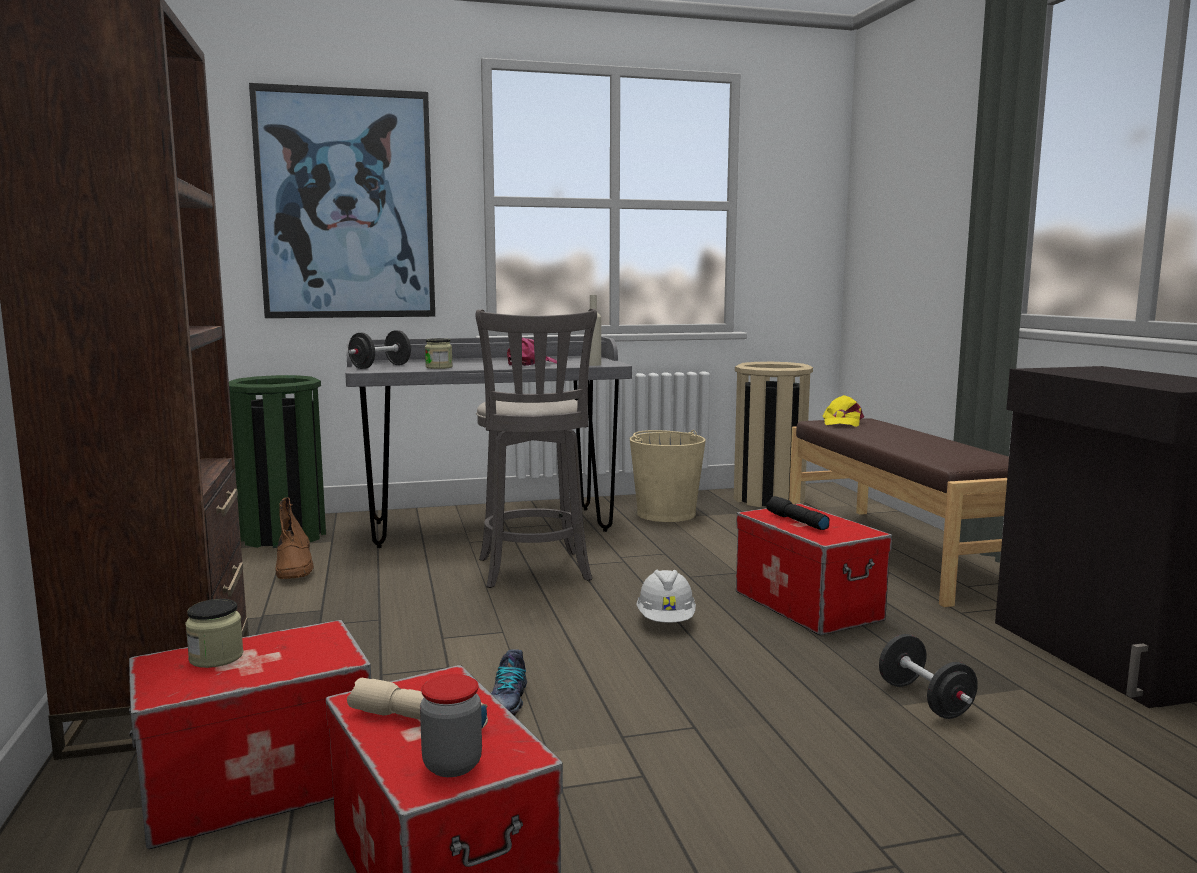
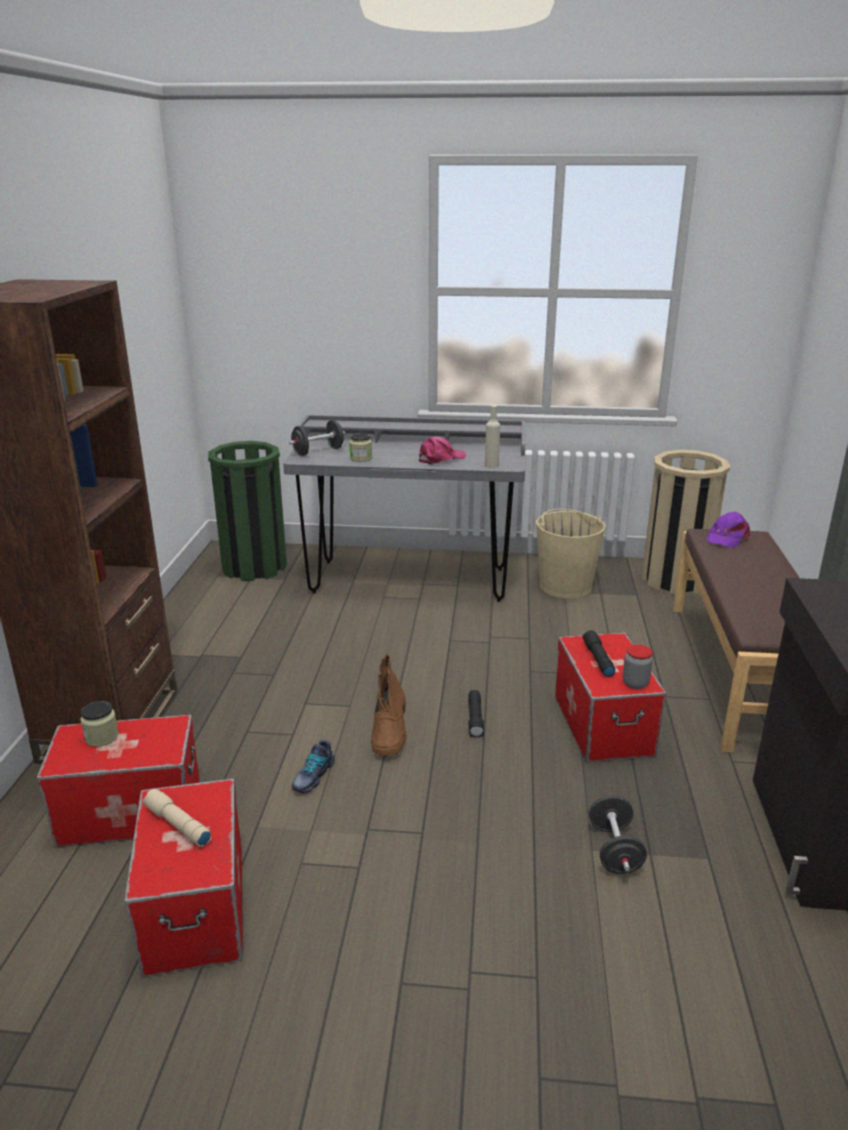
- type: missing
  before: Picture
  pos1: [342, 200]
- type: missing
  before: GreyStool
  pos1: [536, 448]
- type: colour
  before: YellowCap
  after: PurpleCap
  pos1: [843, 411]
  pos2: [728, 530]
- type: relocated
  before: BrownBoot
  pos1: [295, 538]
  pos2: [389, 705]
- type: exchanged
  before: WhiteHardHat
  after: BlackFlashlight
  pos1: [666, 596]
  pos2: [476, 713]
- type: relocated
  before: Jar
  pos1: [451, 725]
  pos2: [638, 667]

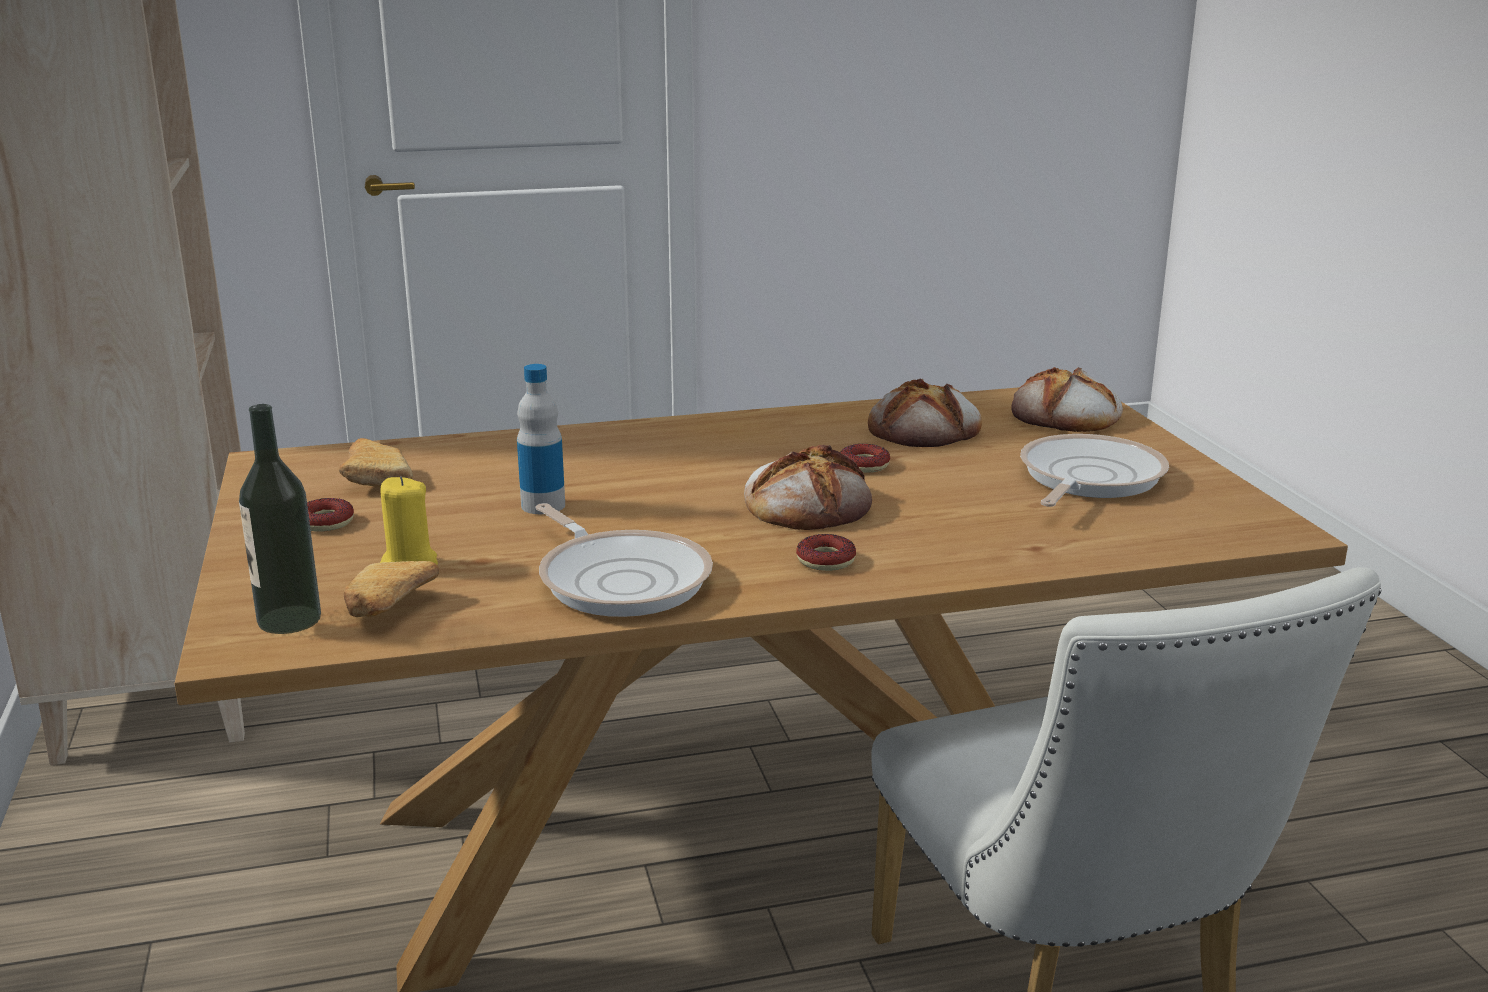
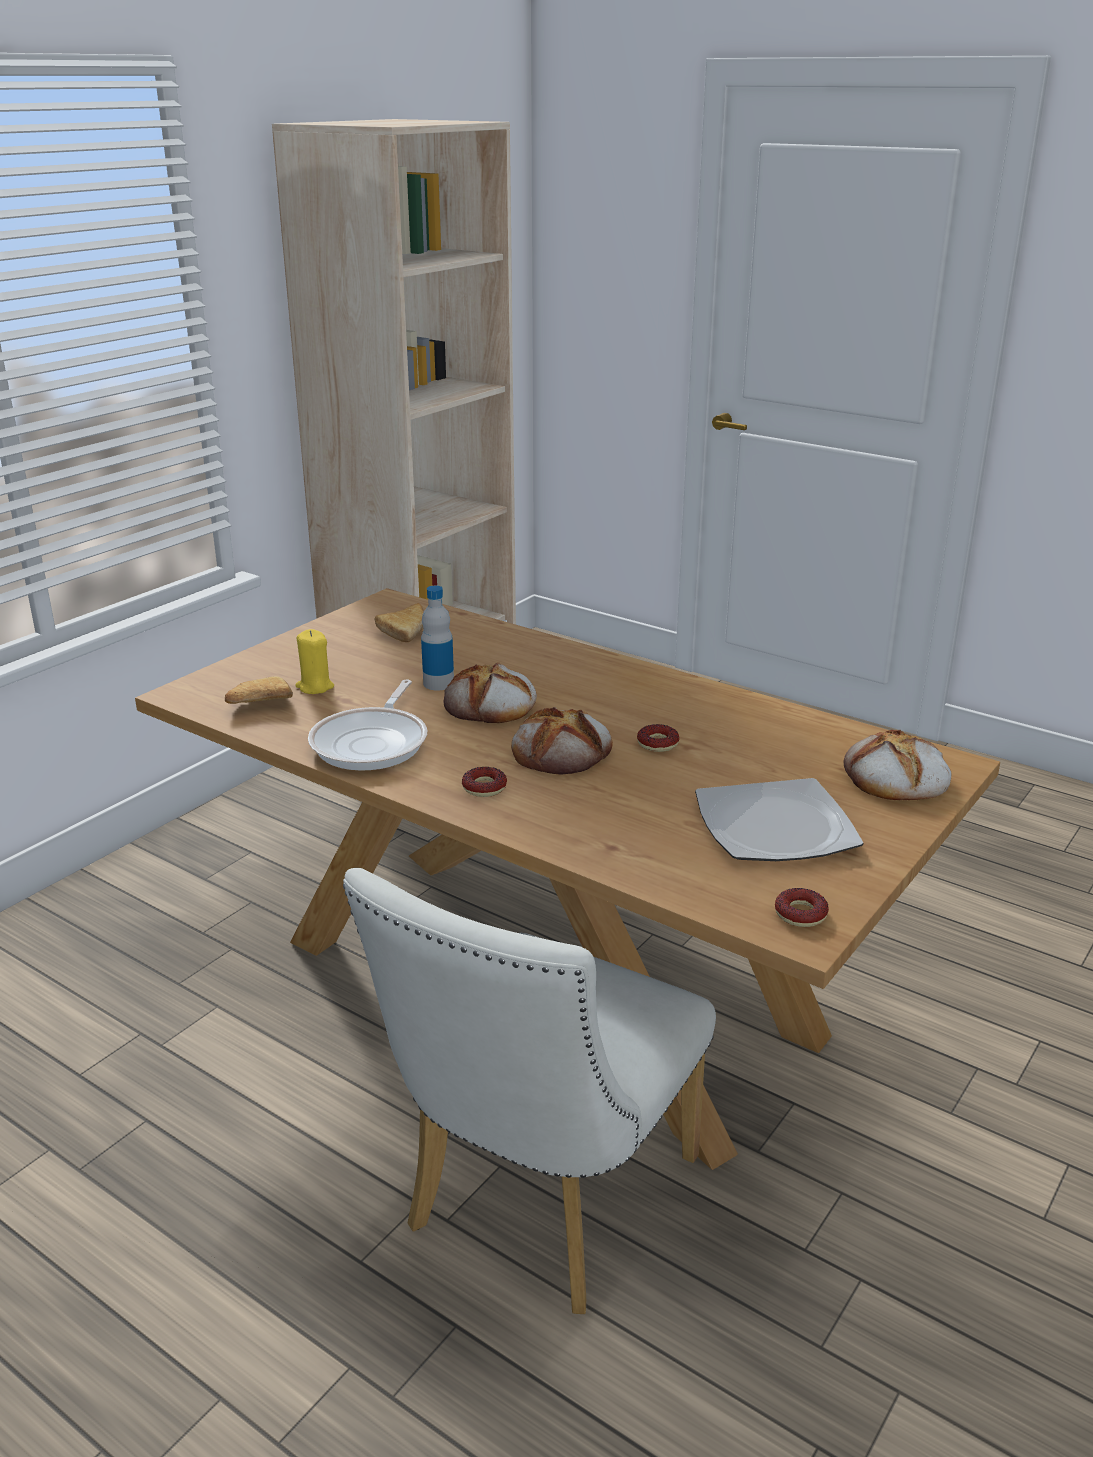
- type: relocated
  before: Bread
  pos1: [925, 412]
  pos2: [490, 693]
- type: missing
  before: Bottle
  pos1: [280, 519]
- type: exchanged
  before: FryingPan
  after: Plate
  pos1: [1094, 470]
  pos2: [779, 819]
- type: relocated
  before: Donut
  pos1: [330, 515]
  pos2: [802, 907]

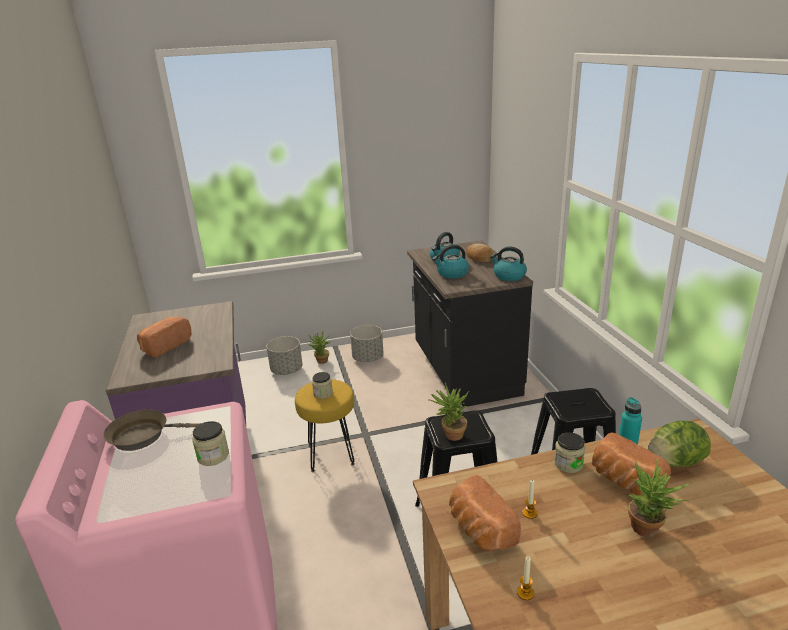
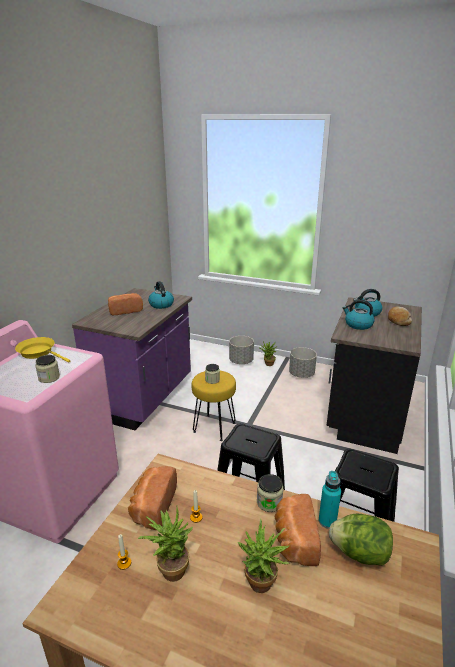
- type: relocated
  before: Kettle
  pos1: [508, 263]
  pos2: [161, 295]
- type: relocated
  before: PottedPlant
  pos1: [448, 411]
  pos2: [165, 544]
- type: colour
  before: BrownFryingPan
  after: YellowFryingPan
  pos1: [152, 430]
  pos2: [42, 349]

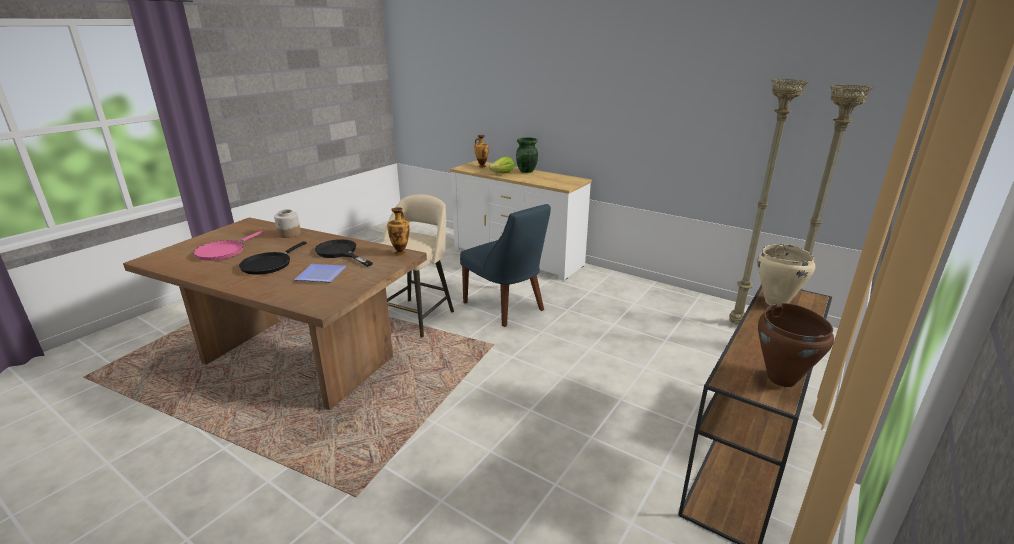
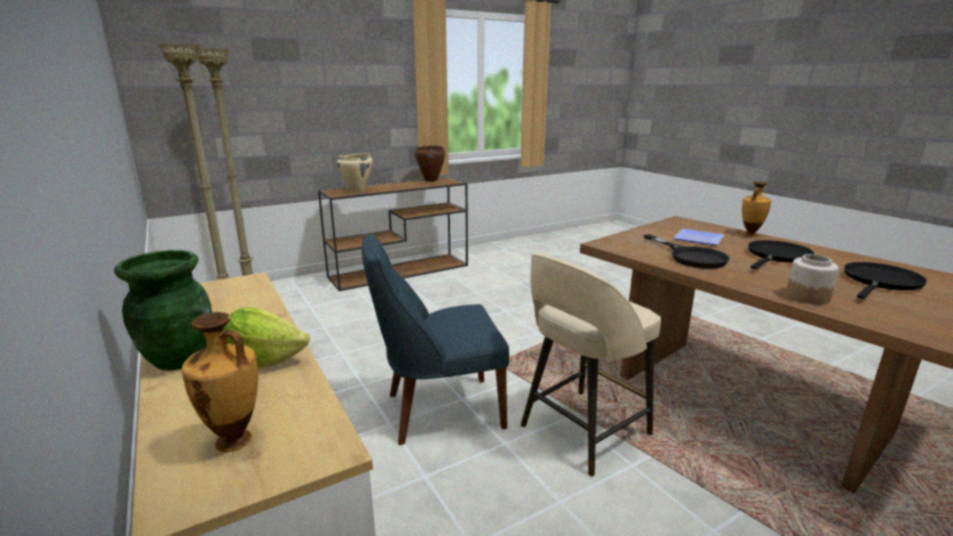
- type: spun
  before: BlueChair
  pos1: [505, 265]
  pos2: [435, 339]
  turn: -90
- type: relocated
  before: Vase
  pos1: [398, 231]
  pos2: [756, 209]
- type: colour
  before: PinkFryingPan
  after: BlackFryingPan
  pos1: [229, 246]
  pos2: [885, 280]

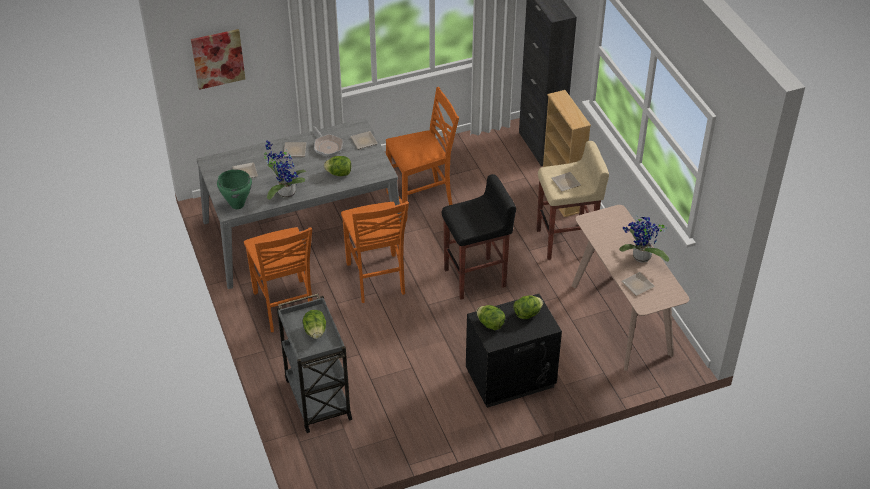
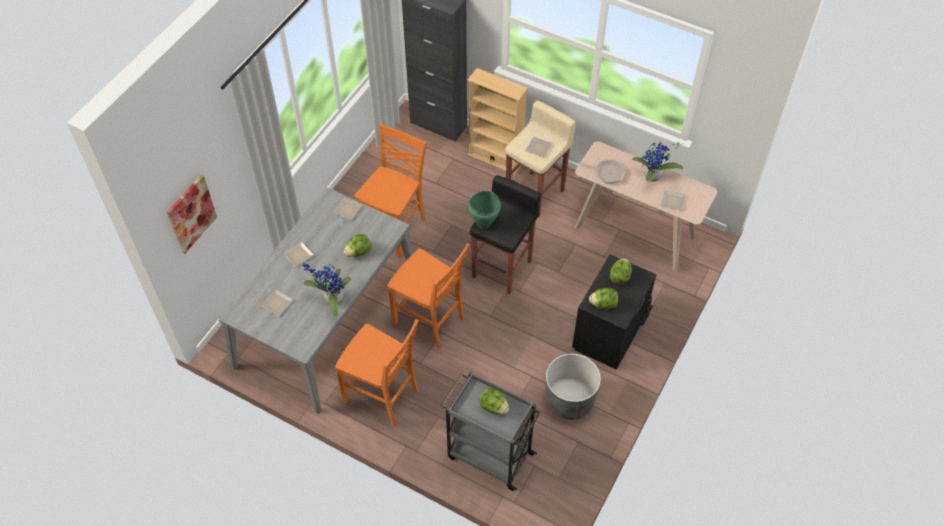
- type: relocated
  before: FryingPan
  pos1: [328, 141]
  pos2: [602, 172]
- type: relocated
  before: GreenCookingPot
  pos1: [234, 189]
  pos2: [484, 210]
- type: appeared
  after: GreyPlanter
  pos2: [573, 386]

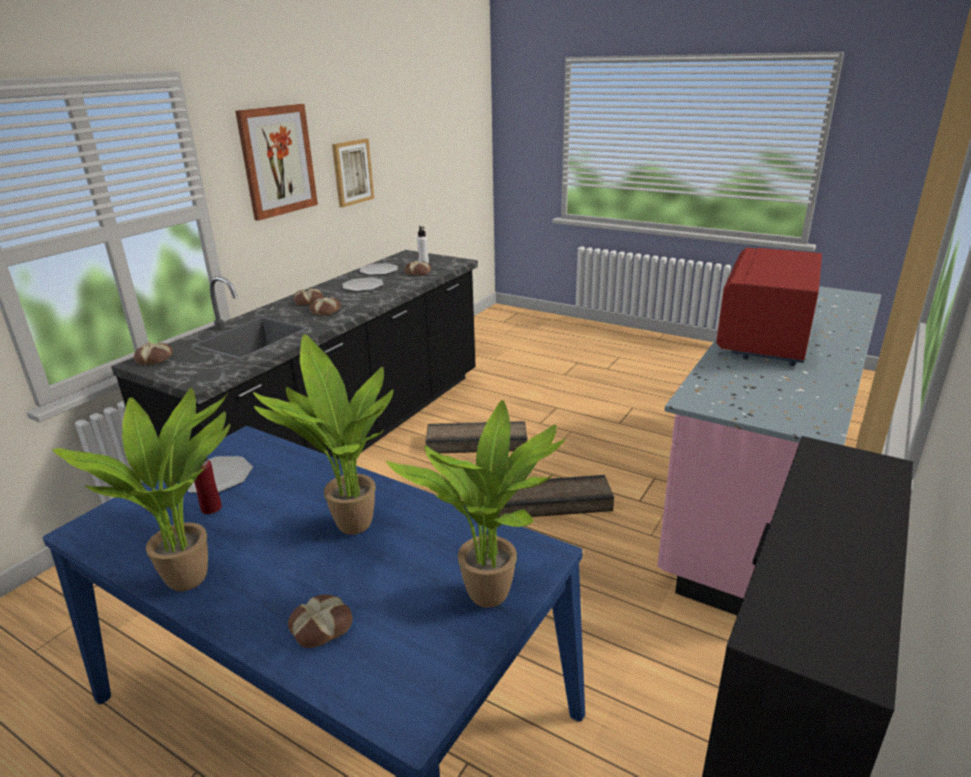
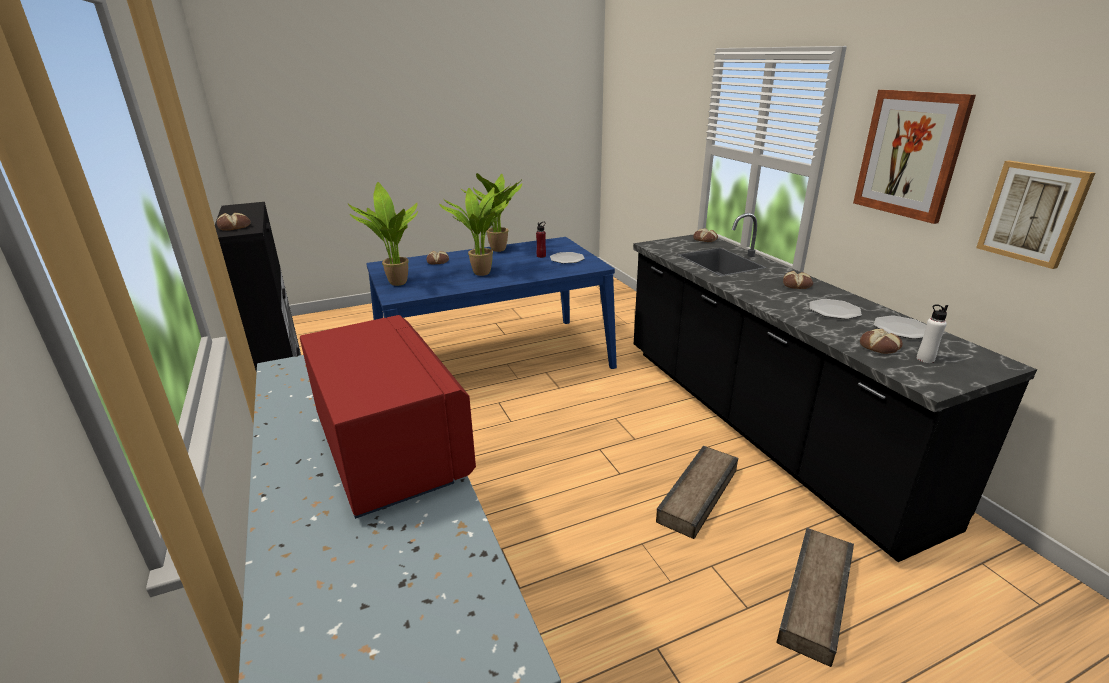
- type: relocated
  before: Bread
  pos1: [325, 306]
  pos2: [234, 222]
- type: relocated
  before: Crate
  pos1: [556, 496]
  pos2: [815, 597]

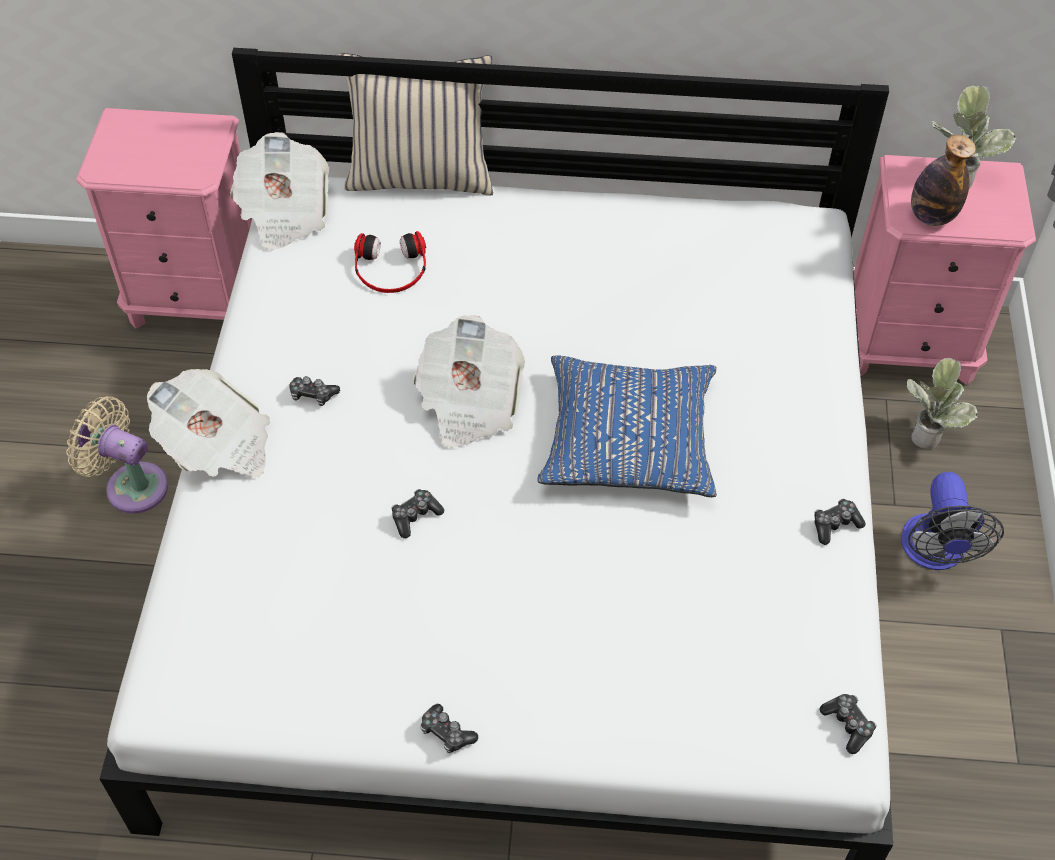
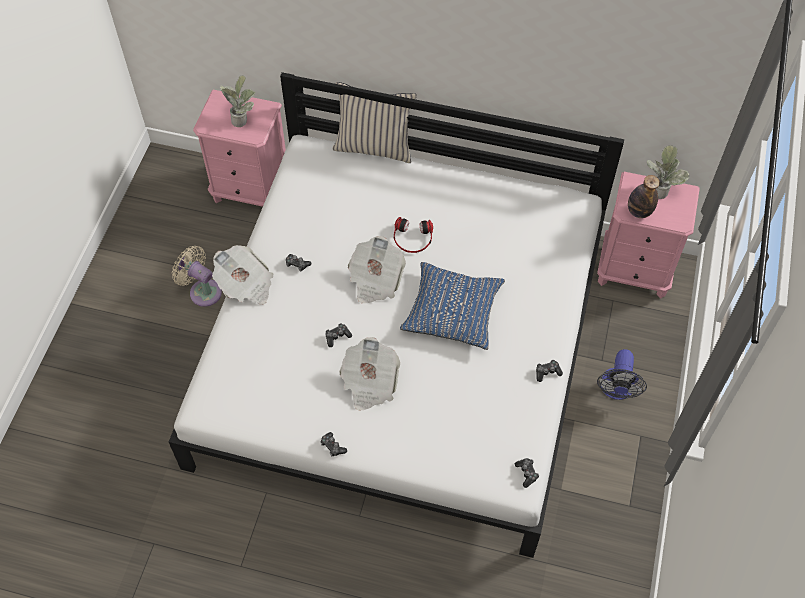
- type: relocated
  before: Newspaper
  pos1: [279, 191]
  pos2: [370, 374]
- type: relocated
  before: Headphones
  pos1: [390, 262]
  pos2: [413, 235]
- type: relocated
  before: PottedPlant
  pos1: [942, 403]
  pos2: [237, 101]

